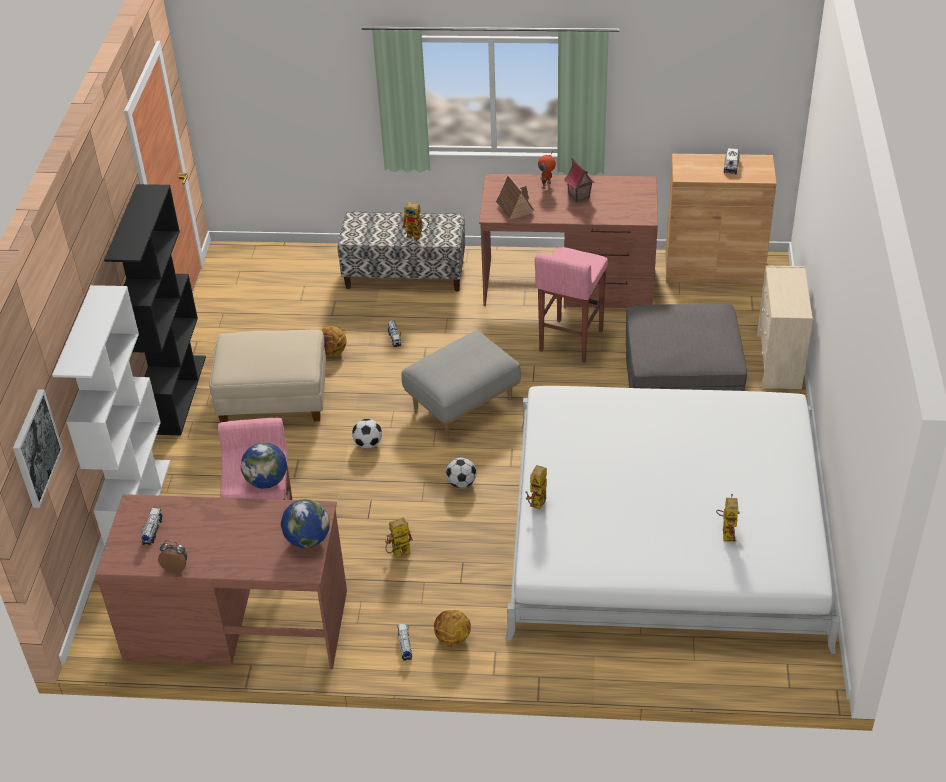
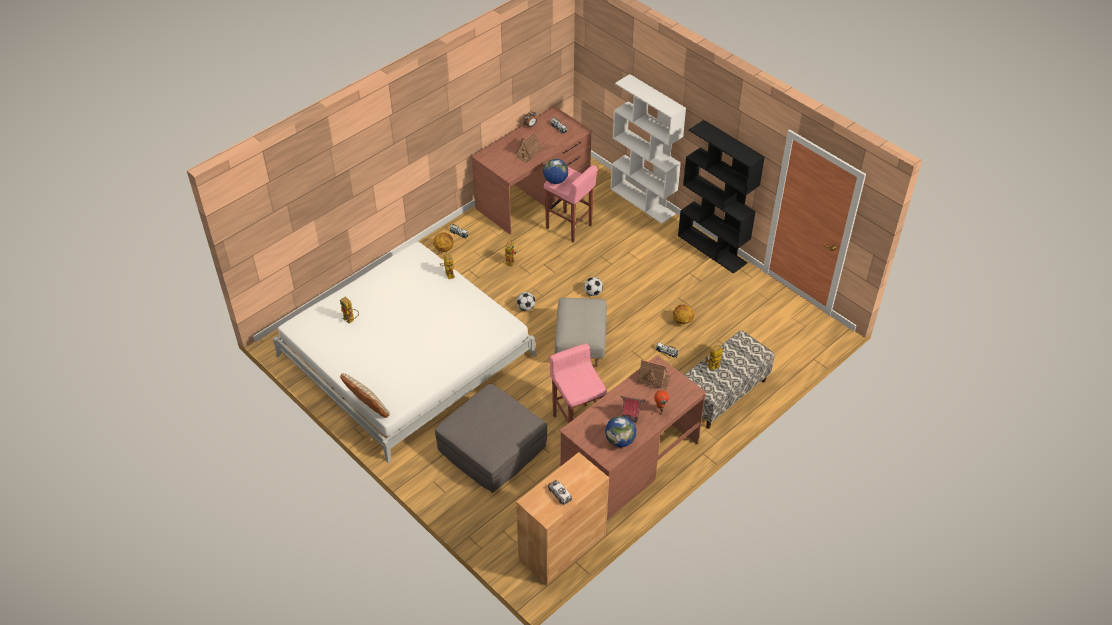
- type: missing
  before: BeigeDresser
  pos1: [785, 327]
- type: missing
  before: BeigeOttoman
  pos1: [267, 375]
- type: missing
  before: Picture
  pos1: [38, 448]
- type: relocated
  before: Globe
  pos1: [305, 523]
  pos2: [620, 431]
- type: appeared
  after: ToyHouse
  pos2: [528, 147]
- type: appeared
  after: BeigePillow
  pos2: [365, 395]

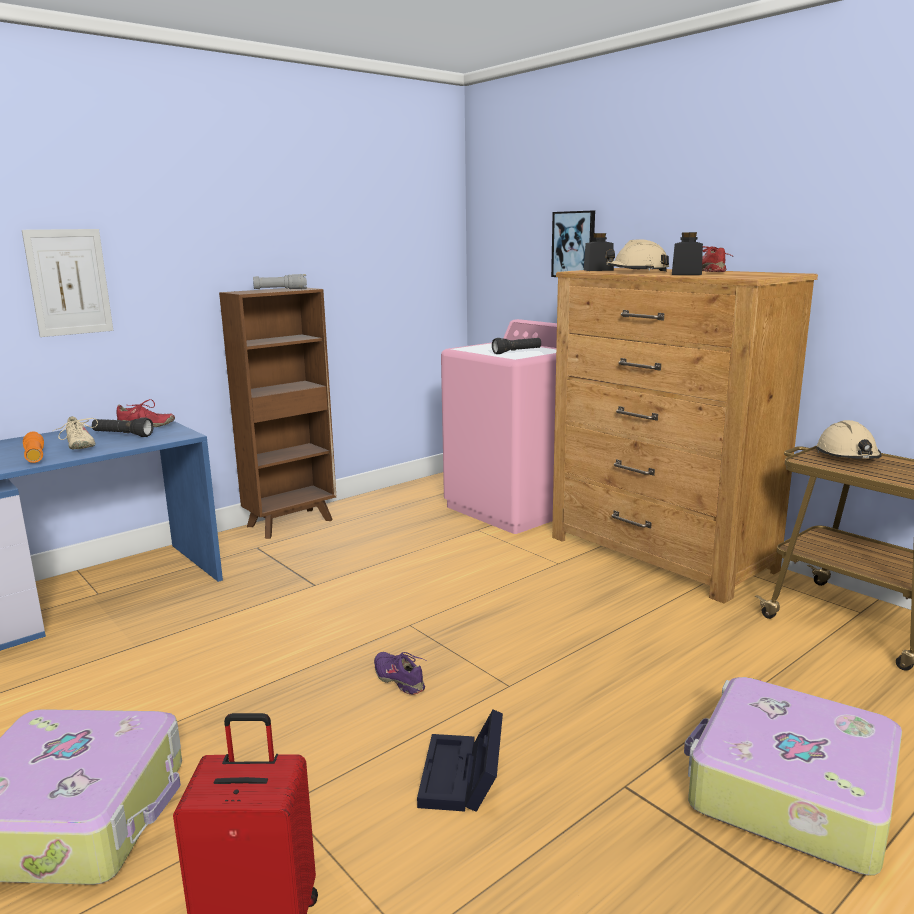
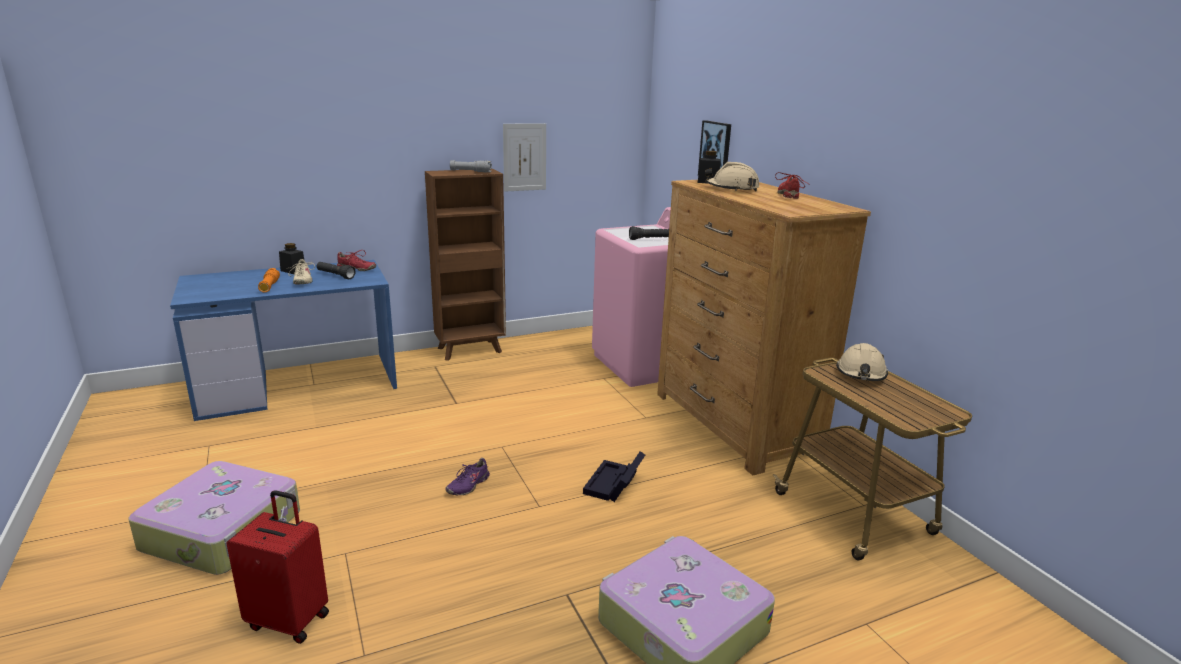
- type: relocated
  before: Picture
  pos1: [67, 283]
  pos2: [524, 157]
- type: relocated
  before: BlackJar
  pos1: [687, 253]
  pos2: [292, 258]
- type: spun
  before: PurpleShoe
  pos1: [400, 673]
  pos2: [467, 476]
  turn: -120
- type: relocated
  before: BlackStorageBox
  pos1: [460, 760]
  pos2: [614, 476]

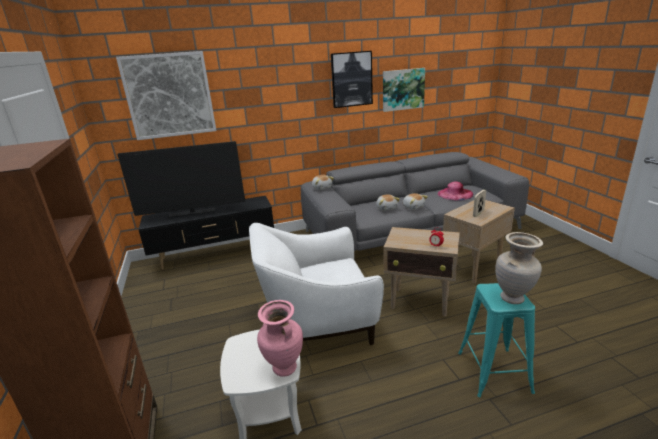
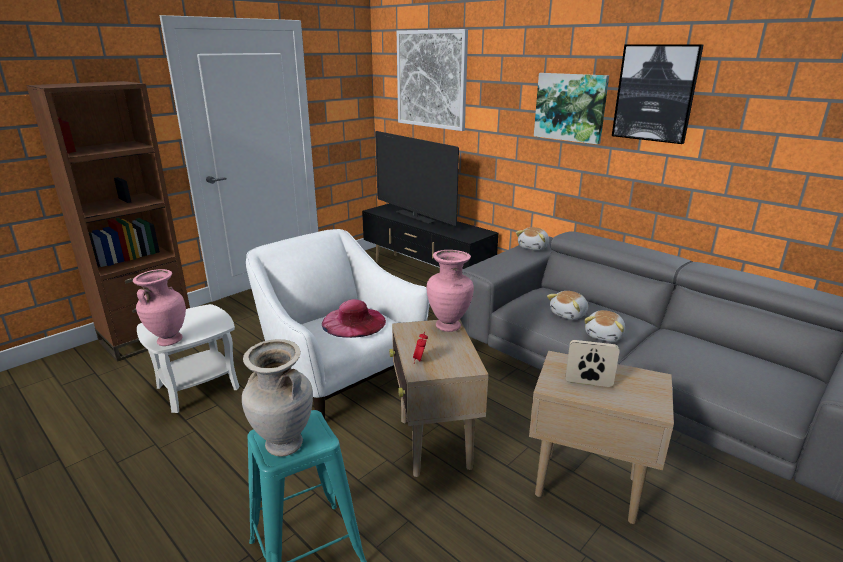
- type: relocated
  before: Picture
  pos1: [404, 90]
  pos2: [571, 108]
- type: relocated
  before: PinkHat
  pos1: [455, 190]
  pos2: [354, 318]
- type: appeared
  after: PinkVase
  pos2: [450, 291]

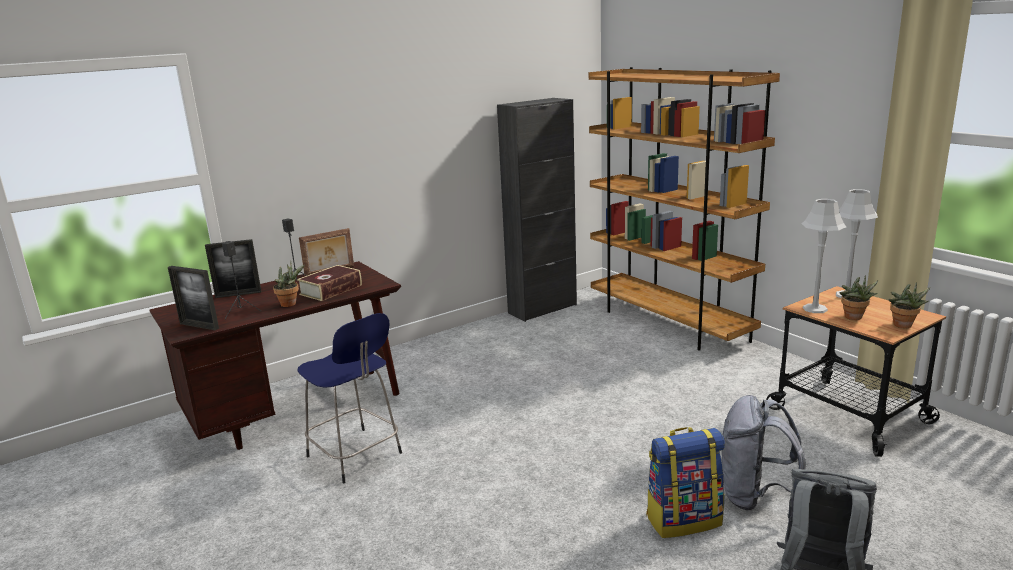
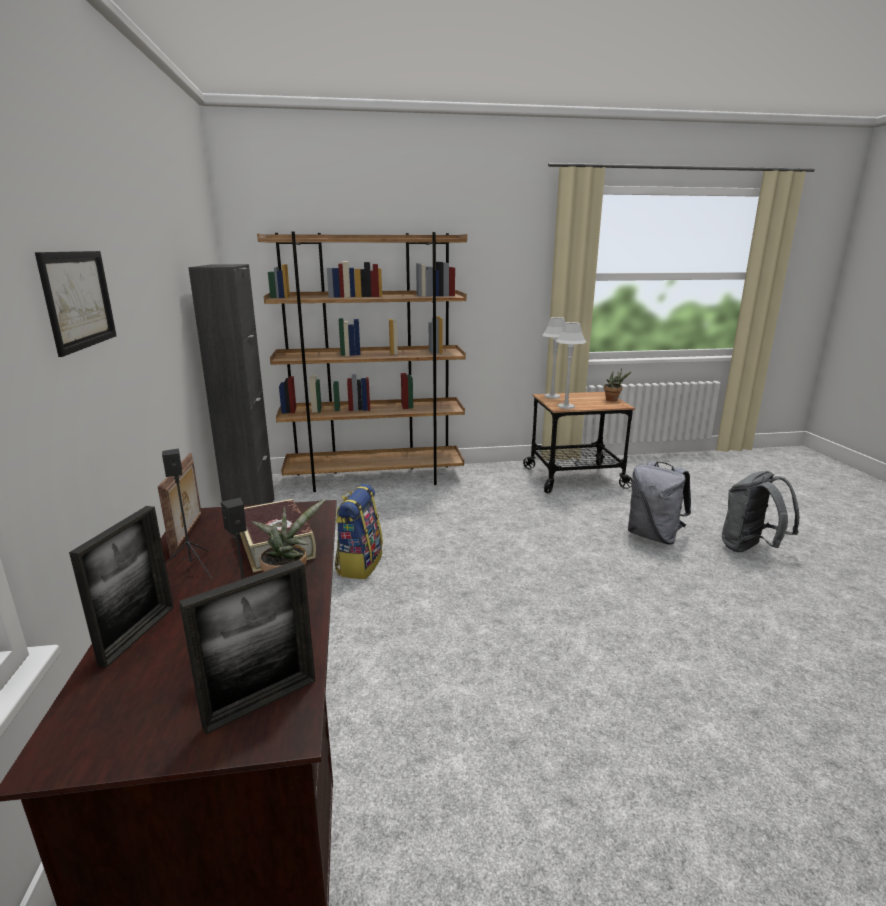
- type: missing
  before: PottedPlant
  pos1: [859, 297]
- type: missing
  before: BlueStool
  pos1: [349, 398]
- type: relocated
  before: Backpack
  pos1: [685, 482]
  pos2: [359, 531]
- type: appeared
  after: Picture
  pos2: [75, 304]

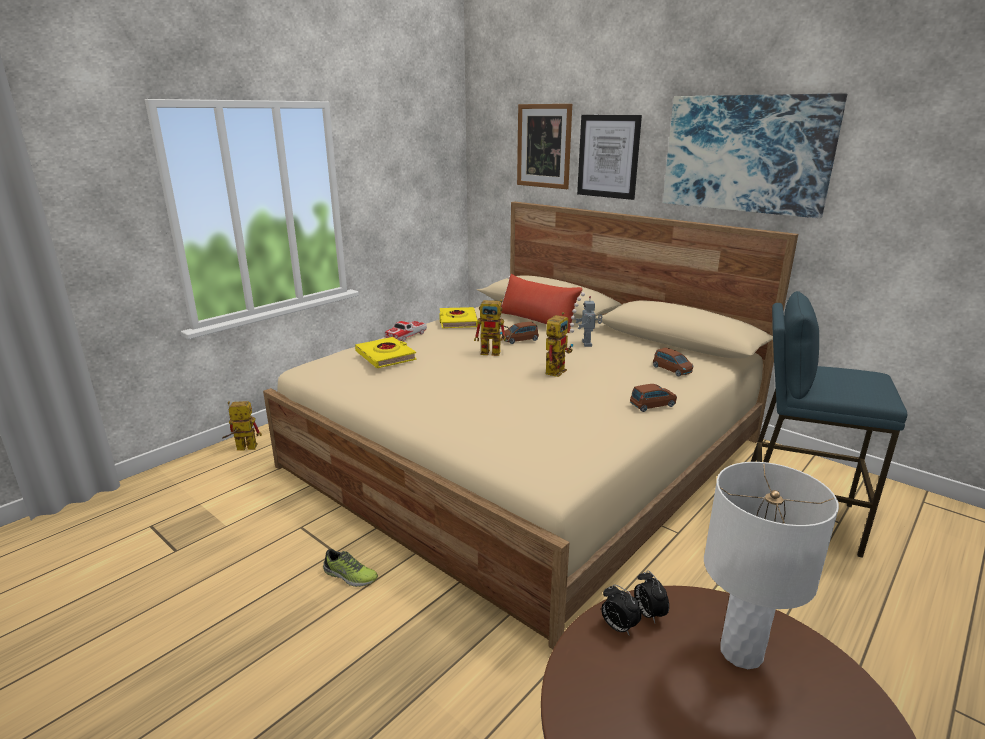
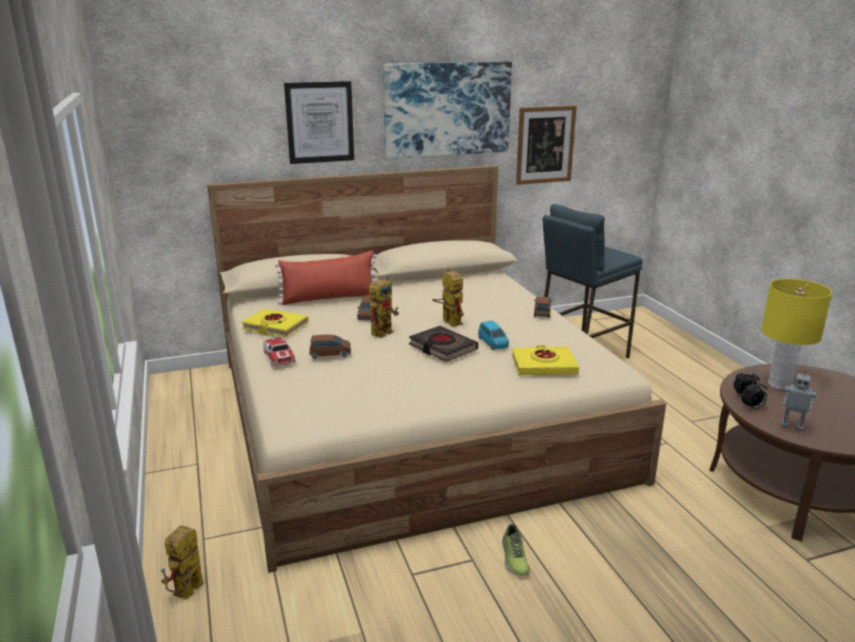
- type: relocated
  before: Picture
  pos1: [544, 146]
  pos2: [546, 145]
- type: relocated
  before: ToyRobot
  pos1: [588, 321]
  pos2: [798, 401]
- type: relocated
  before: YellowBook
  pos1: [386, 352]
  pos2: [545, 360]
- type: relocated
  before: BrownToyCar
  pos1: [673, 361]
  pos2: [330, 347]
- type: colour
  before: WhiteTableLamp
  after: YellowTableLamp
  pos1: [771, 565]
  pos2: [796, 334]
- type: spun
  before: Shoe
  pos1: [350, 568]
  pos2: [516, 550]
  turn: 120
- type: appeared
  after: BlueToyCar
  pos2: [493, 335]
- type: appeared
  after: BlackBook
  pos2: [443, 344]

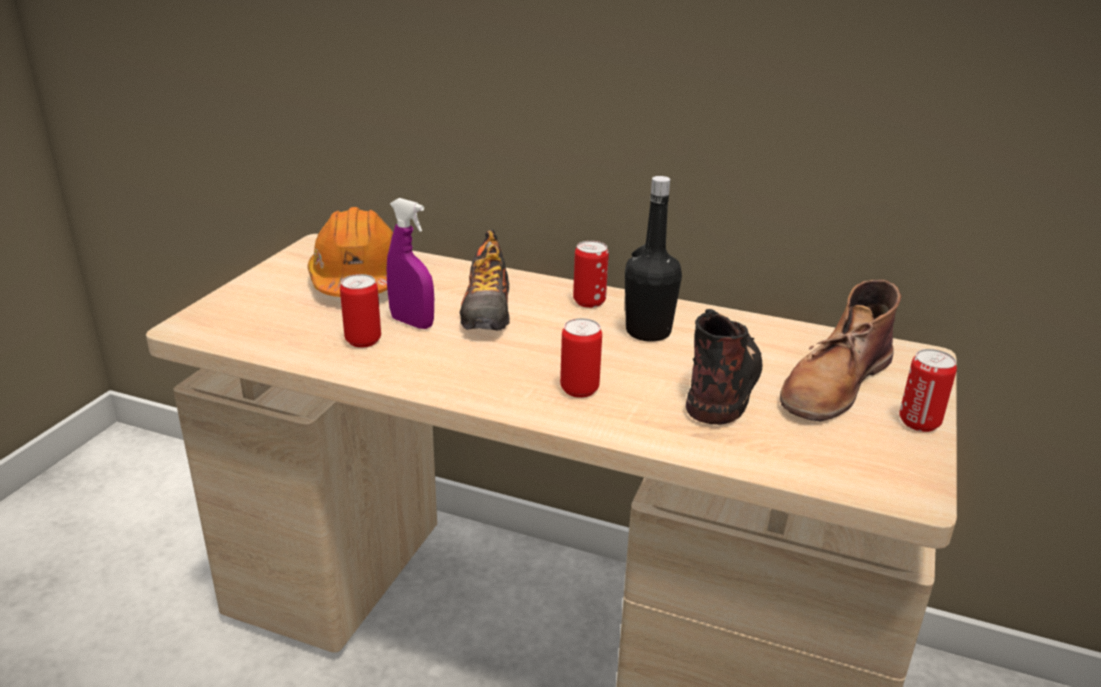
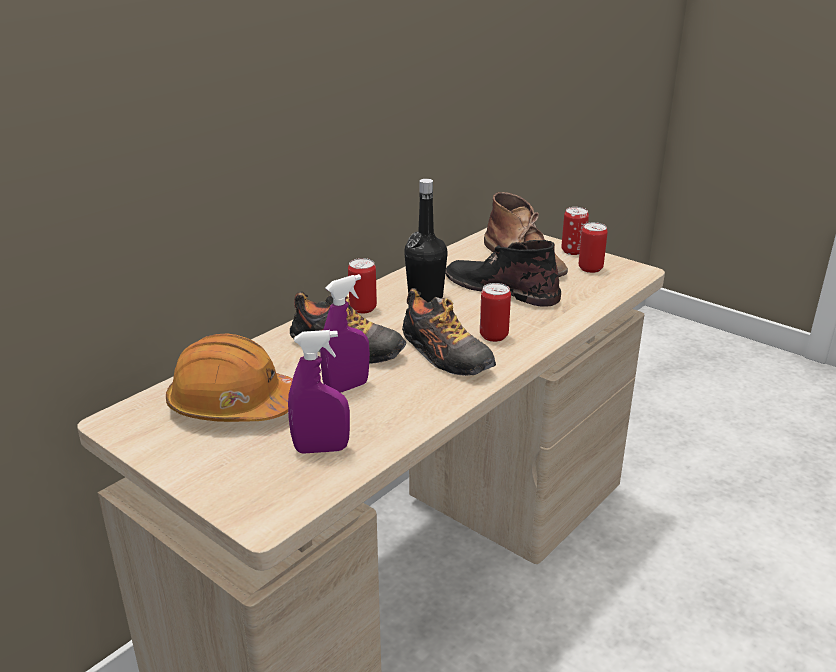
- type: relocated
  before: Can
  pos1: [360, 311]
  pos2: [593, 247]
- type: appeared
  after: Shoe
  pos2: [449, 332]
- type: appeared
  after: PurpleSprayBottle
  pos2: [319, 392]

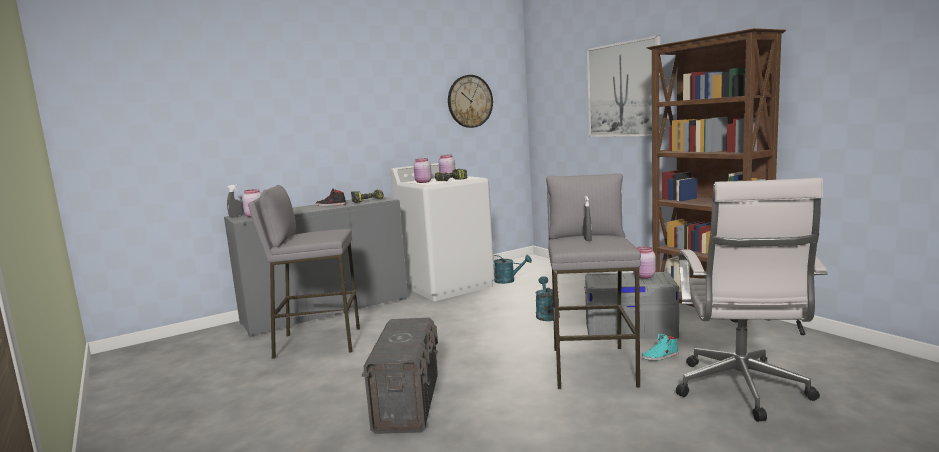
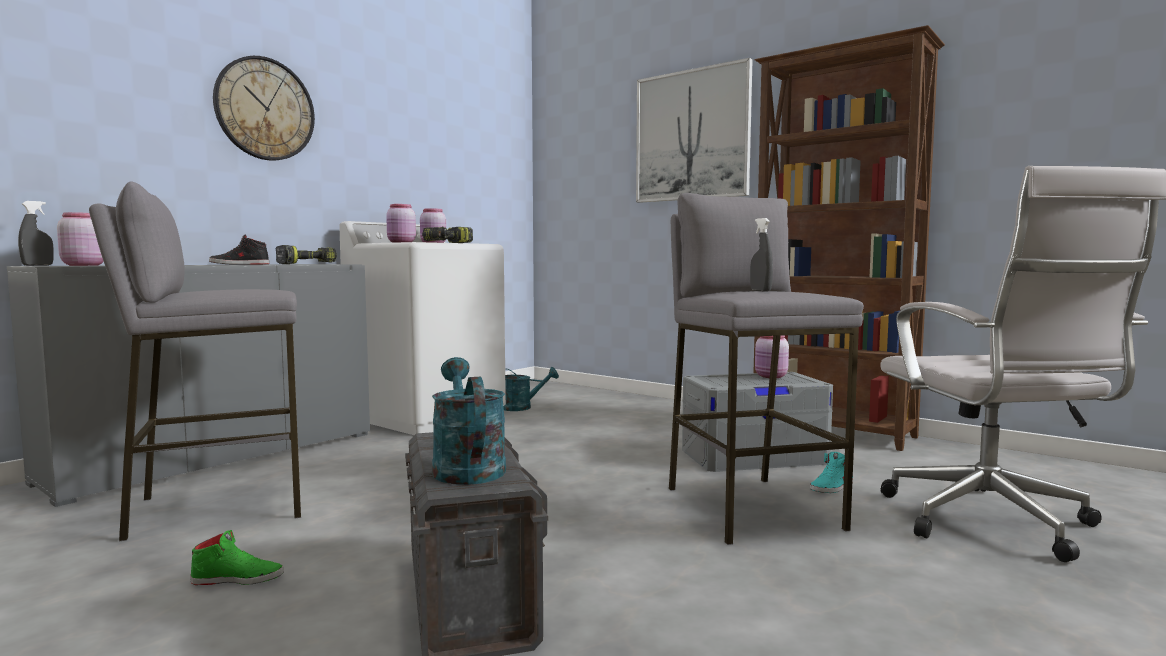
- type: relocated
  before: WallClock
  pos1: [470, 101]
  pos2: [264, 108]
- type: relocated
  before: TurquoiseWateringCan
  pos1: [547, 298]
  pos2: [469, 421]
- type: appeared
  after: GreenShoe
  pos2: [237, 557]

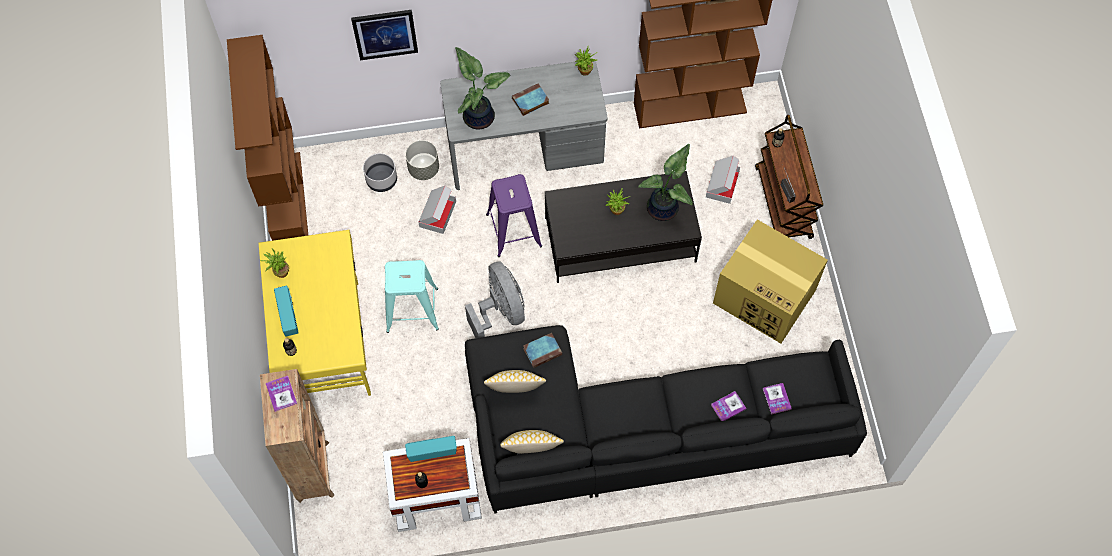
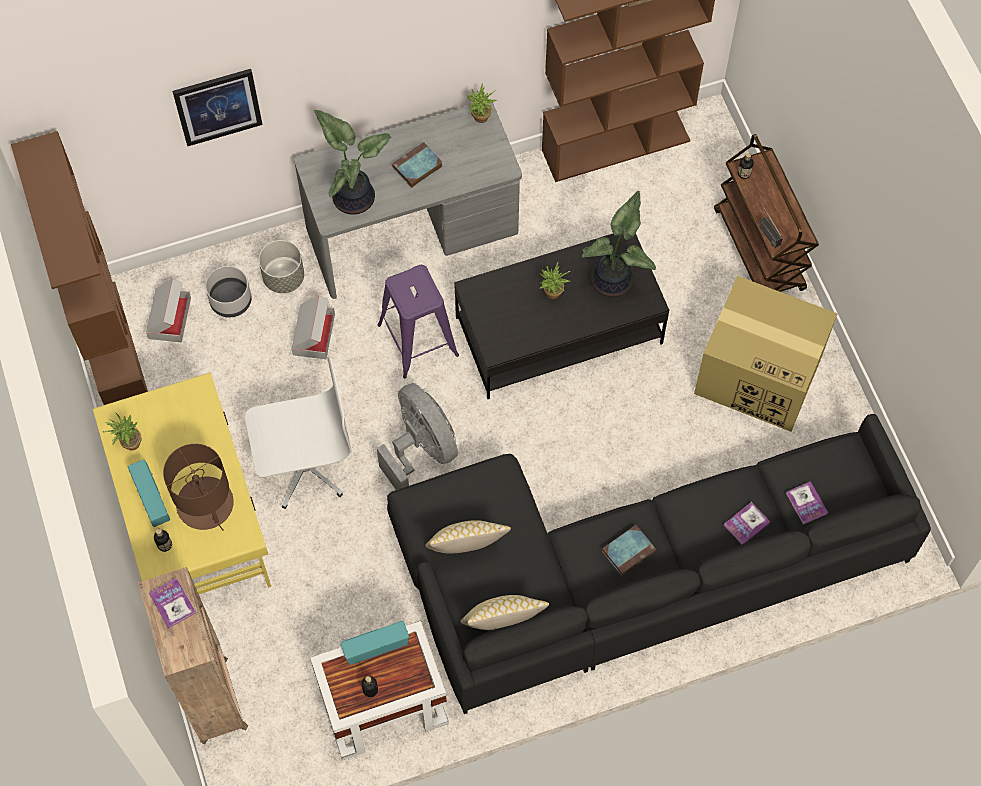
- type: relocated
  before: CardboardBox
  pos1: [723, 180]
  pos2: [168, 310]
- type: exchanged
  before: TurquoiseStool
  after: WhiteOfficeChair
  pos1: [412, 296]
  pos2: [298, 433]
- type: relocated
  before: Book
  pos1: [542, 350]
  pos2: [629, 550]
- type: appeared
  after: BrownTableLamp
  pos2: [198, 487]

